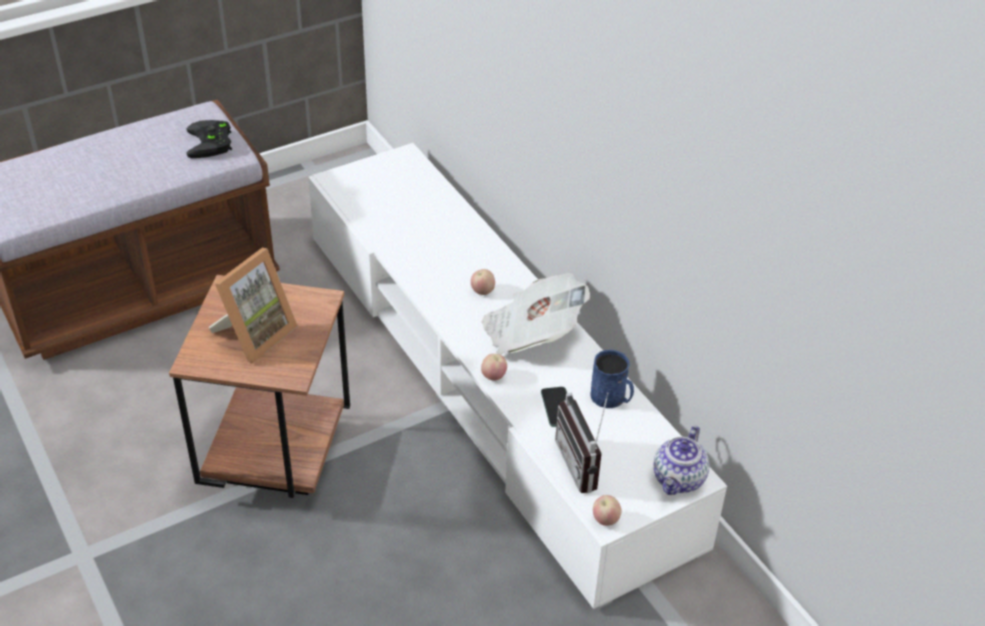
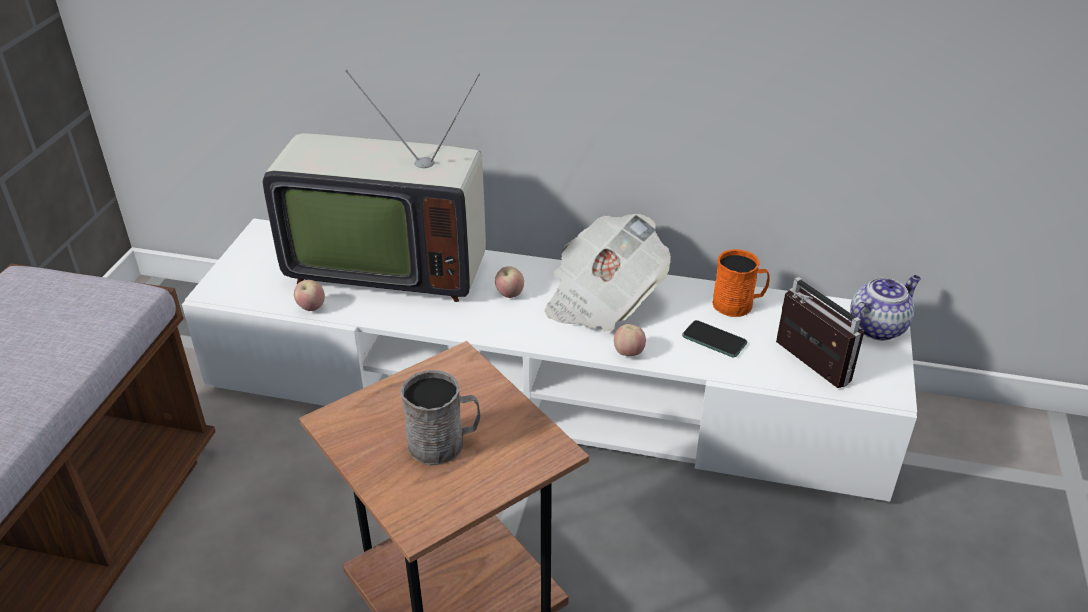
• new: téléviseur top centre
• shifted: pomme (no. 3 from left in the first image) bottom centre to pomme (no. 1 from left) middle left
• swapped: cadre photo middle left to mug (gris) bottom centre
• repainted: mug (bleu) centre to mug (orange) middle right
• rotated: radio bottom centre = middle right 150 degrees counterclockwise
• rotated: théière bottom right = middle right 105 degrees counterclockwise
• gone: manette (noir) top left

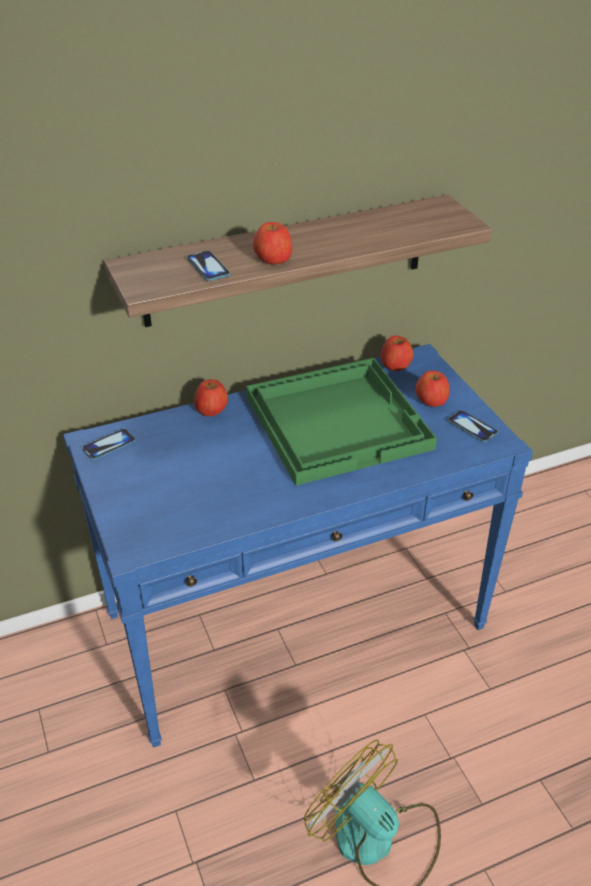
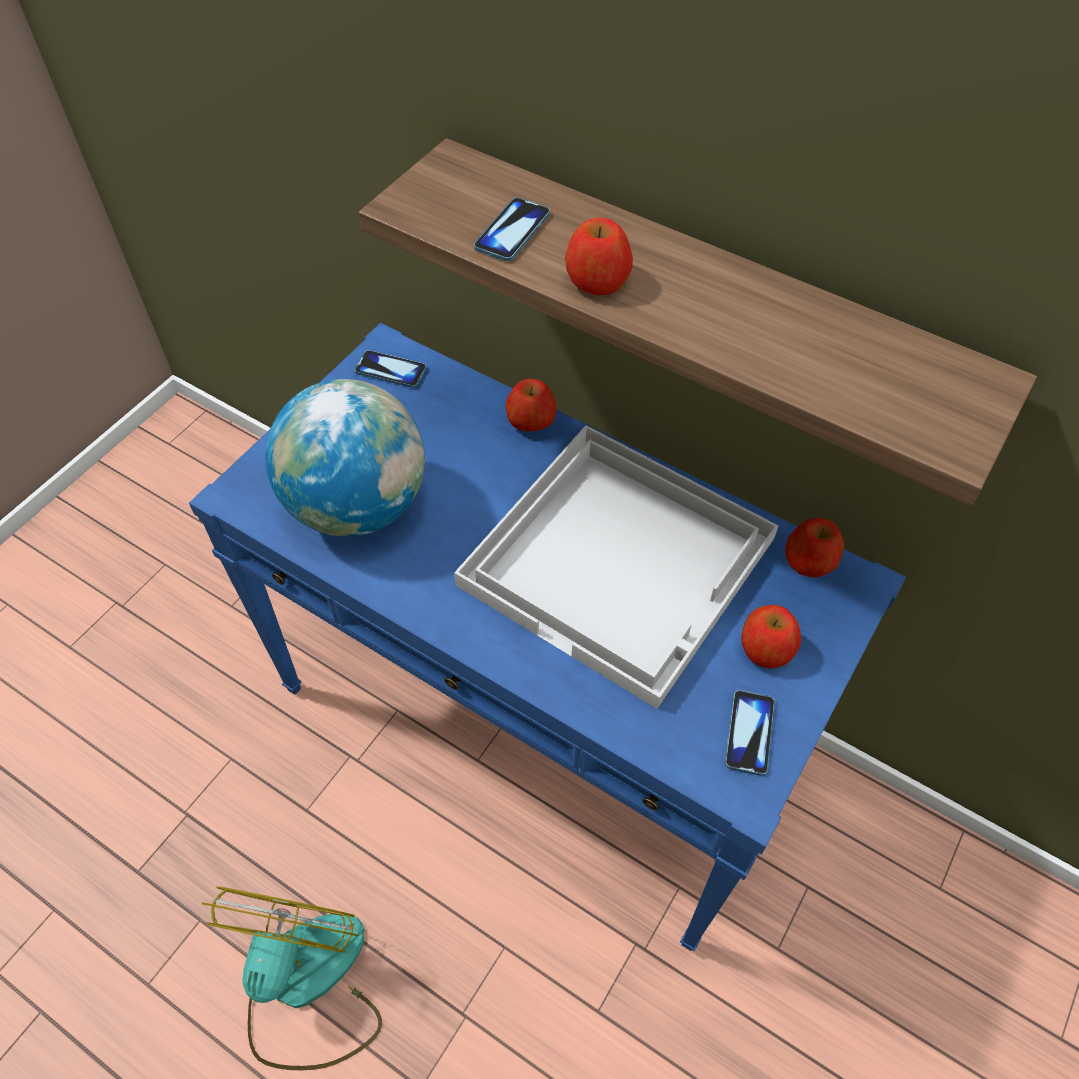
• new: globe middle left
• repainted: plateau (vert) centre to plateau (blanc) centre

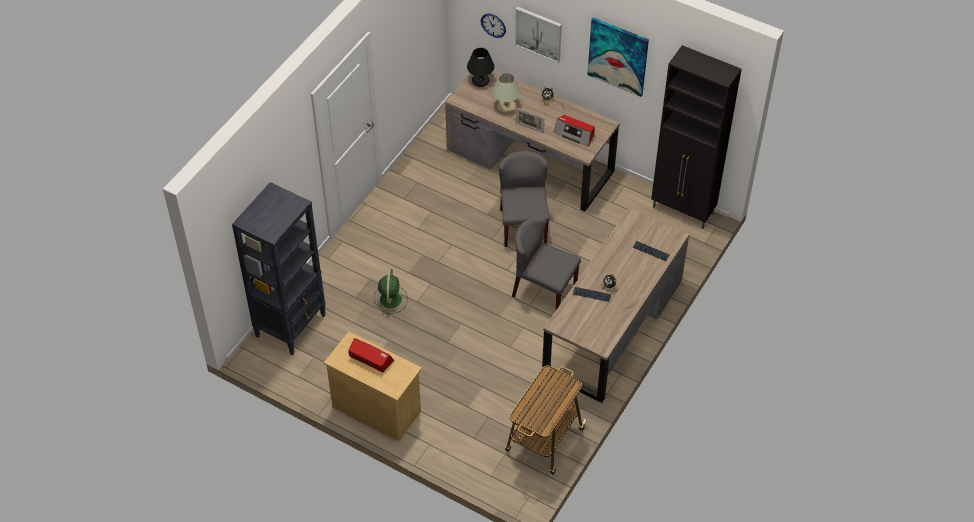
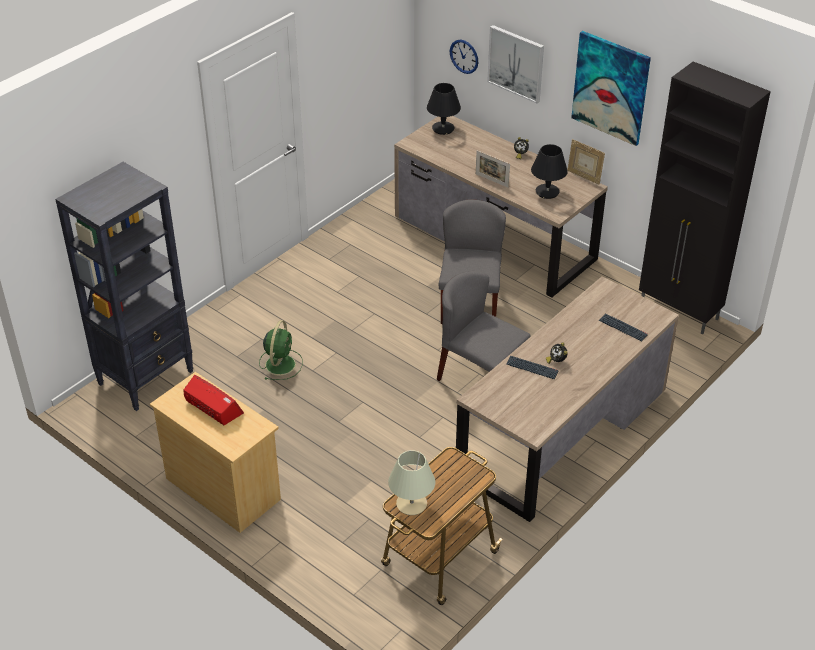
• shifted: lampe de table (beige) top centre to bottom centre
• swapped: radio (no. 2 from left) top centre to lampe de table (noir) (no. 2 from left) top right
• new: cadre photo (no. 2 from left) top right

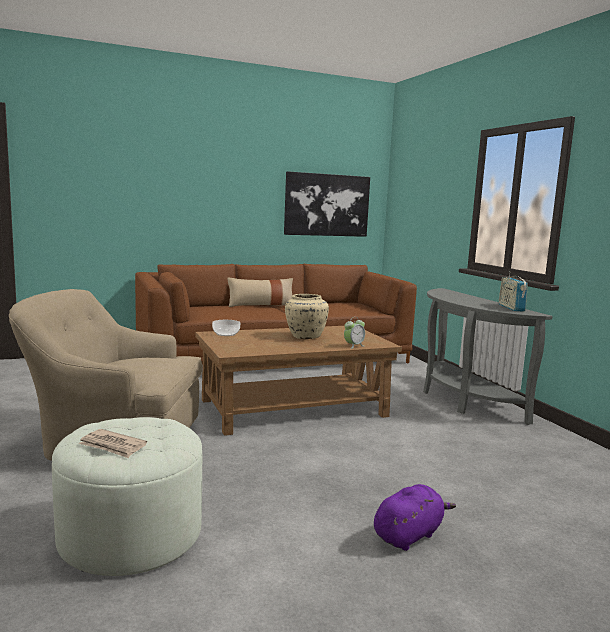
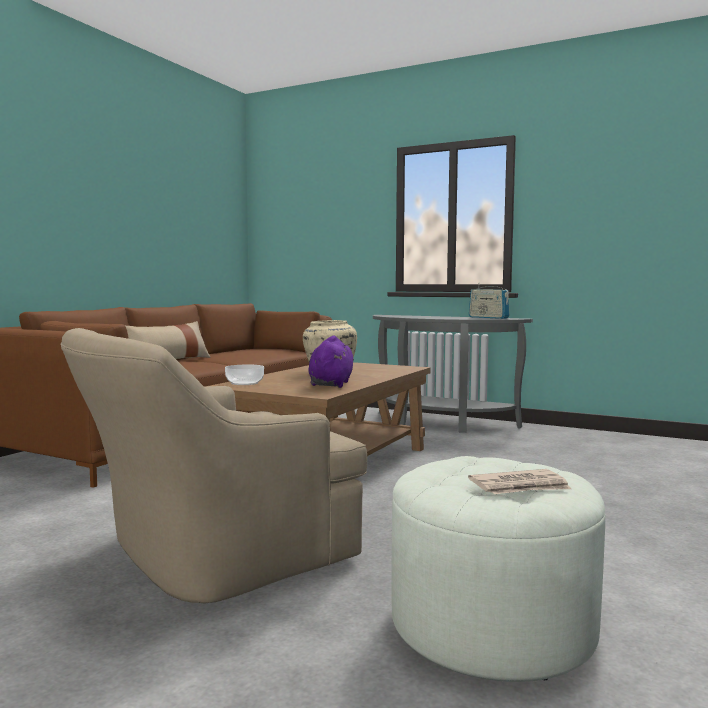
• shifted: peluche (violet) bottom right to centre
• gone: tableau top centre
• gone: réveil centre

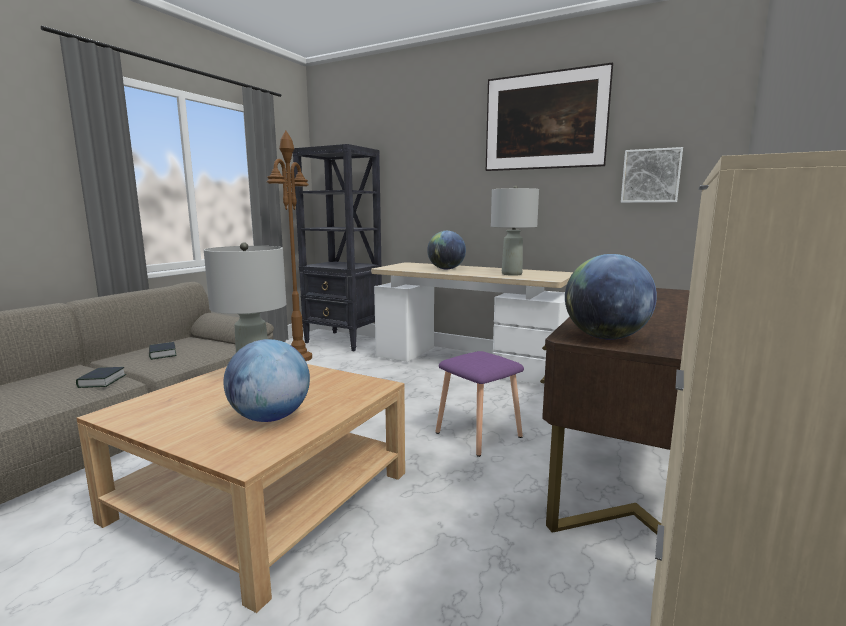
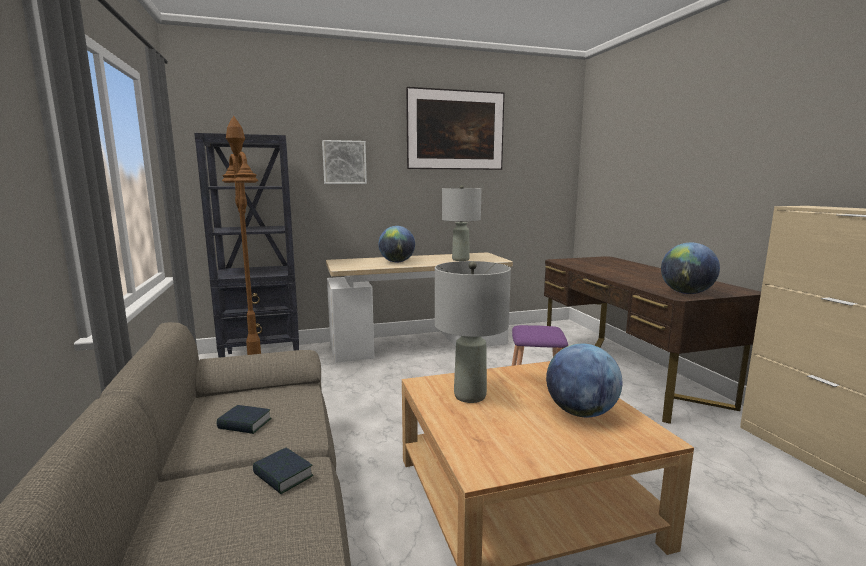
• shifted: tableau (no. 2 from left in the first image) top right to tableau (no. 1 from left) top centre

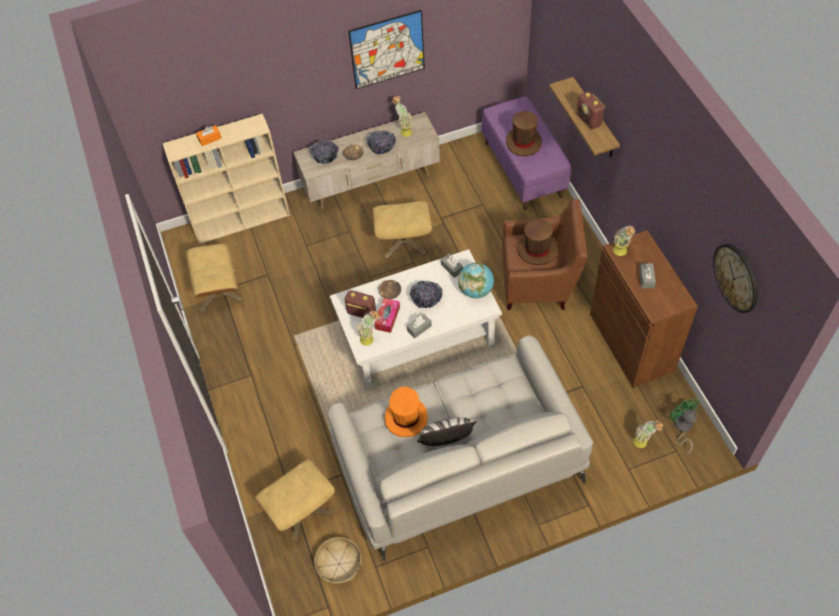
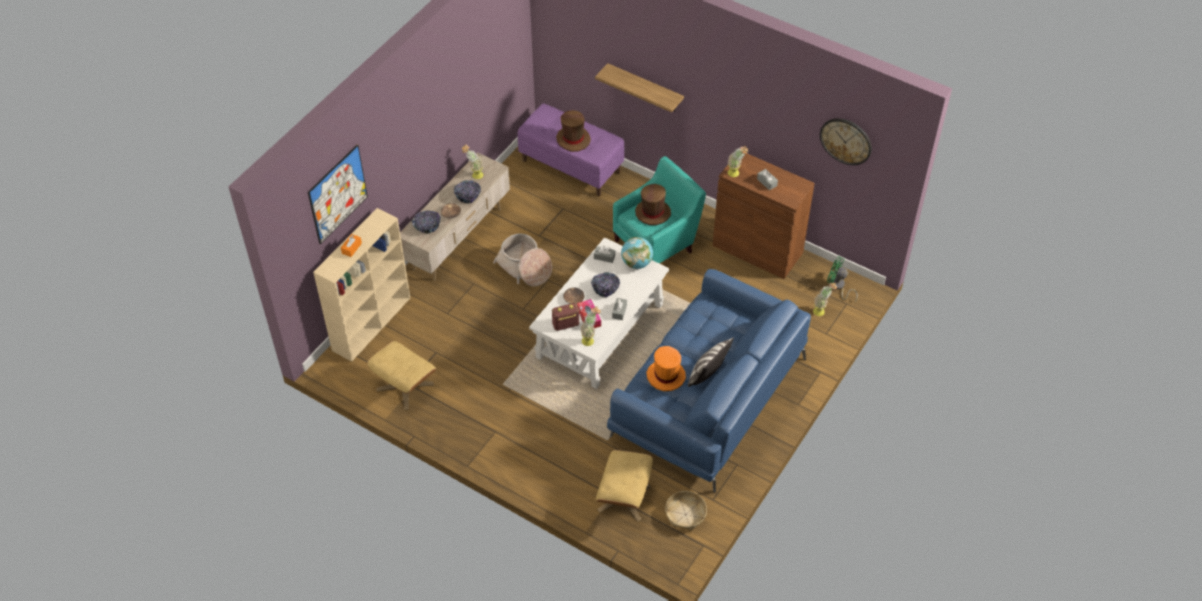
• shifted: tableau top centre to top left
• swapped: pouf (beige) (no. 3 from left) centre to panier (no. 1 from left) centre
• repainted: canapé (gris) bottom centre to canapé (bleu) centre
• repainted: fauteuil (marron) centre to fauteuil (turquoise) centre
• gone: radio (no. 2 from left) top right

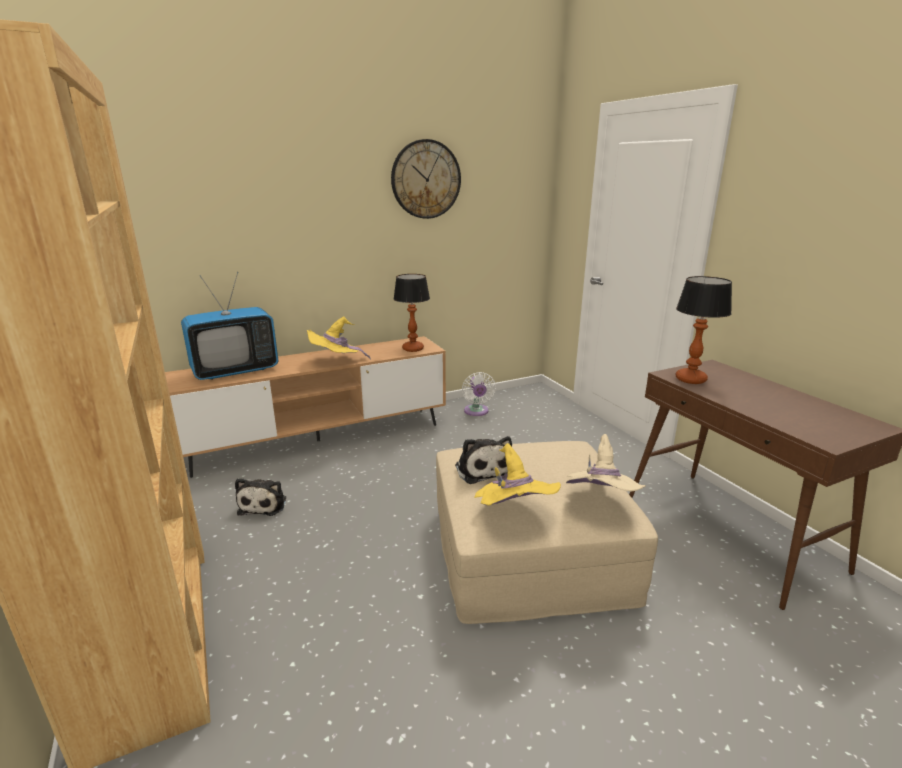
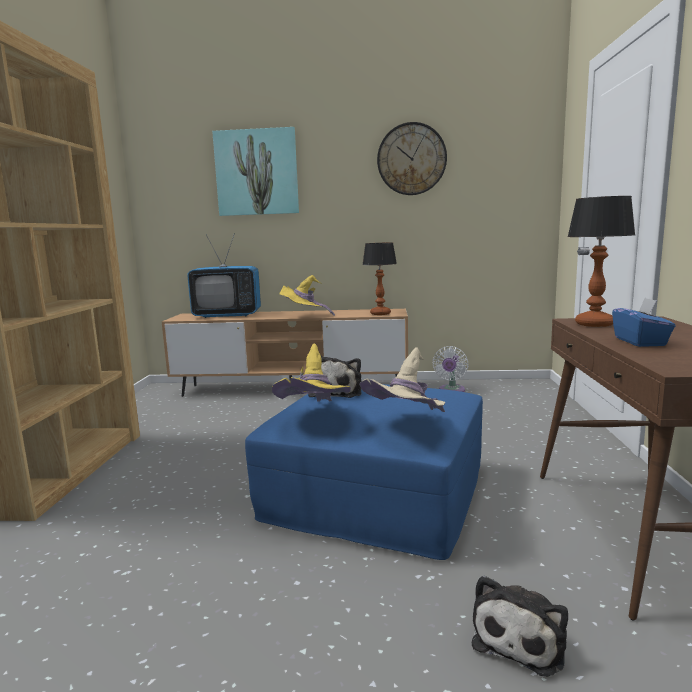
• new: tableau top centre
• repainted: pouf (beige) bottom centre to pouf (bleu) bottom centre
• shifted: peluche (no. 1 from left in the first image) middle left to peluche (no. 2 from left) bottom right
• new: boîte à mouchoirs (bleu) middle right

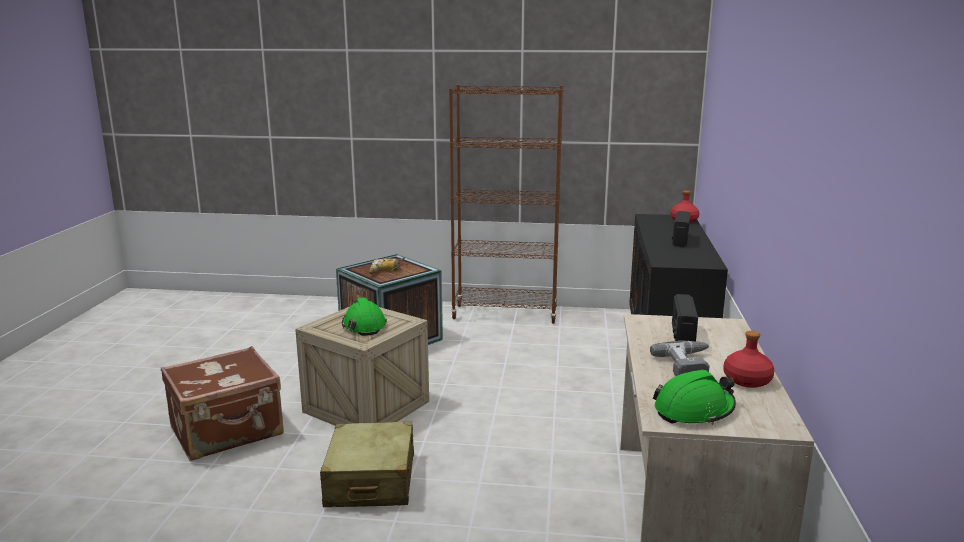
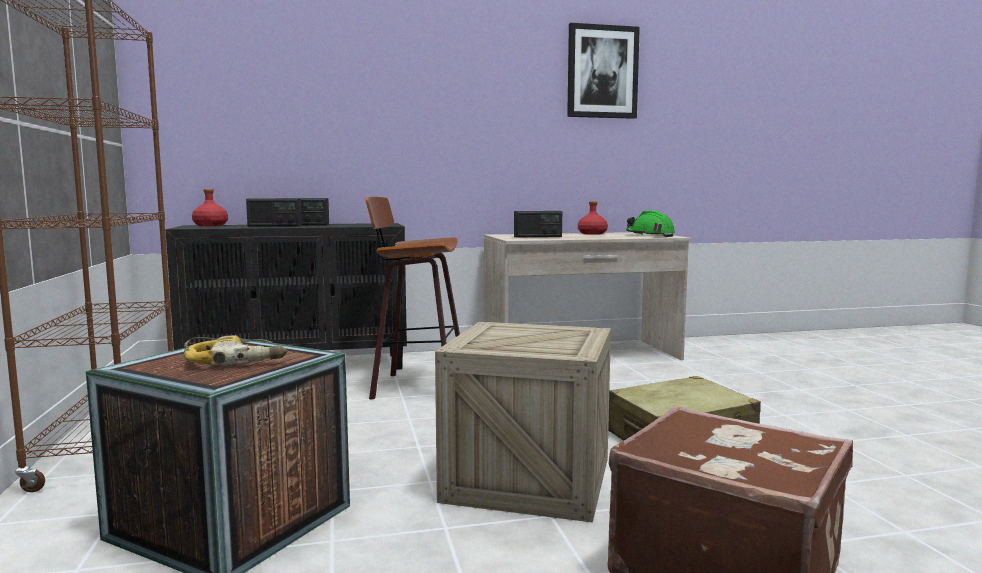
• new: radio (no. 1 from left) middle left
• new: tabouret centre
• new: tableau top centre
• gone: casque de chantier (vert) (no. 1 from left) centre
• gone: perceuse (no. 2 from left) middle right

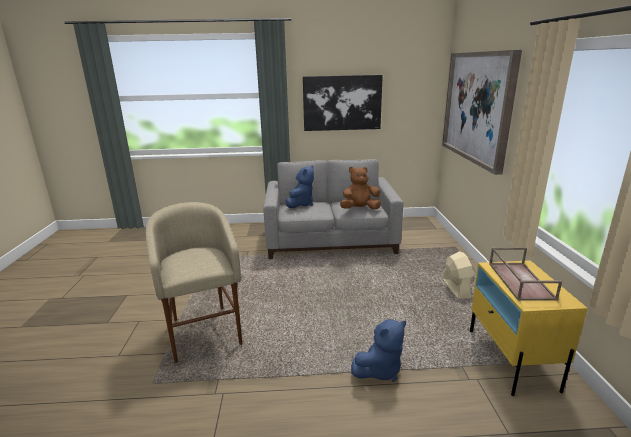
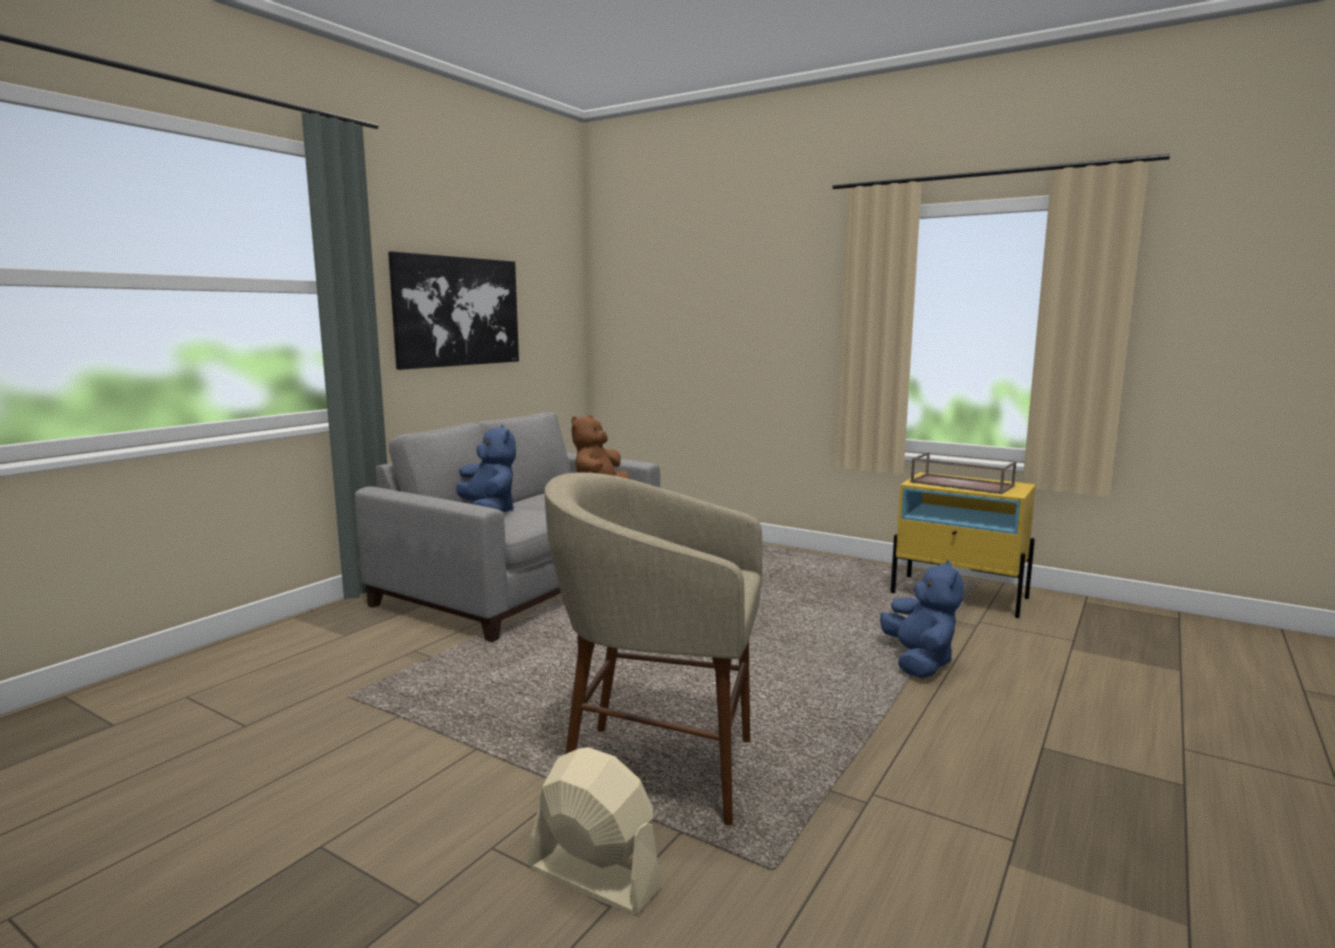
• shifted: ventilateur (beige) middle right to bottom centre
• gone: tableau (no. 2 from left) top right

